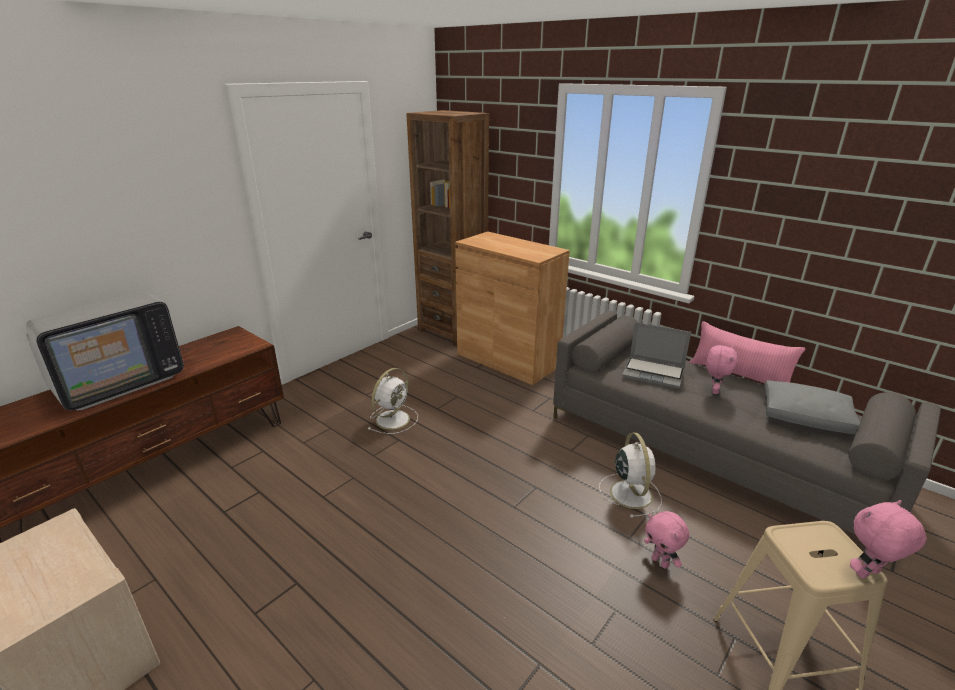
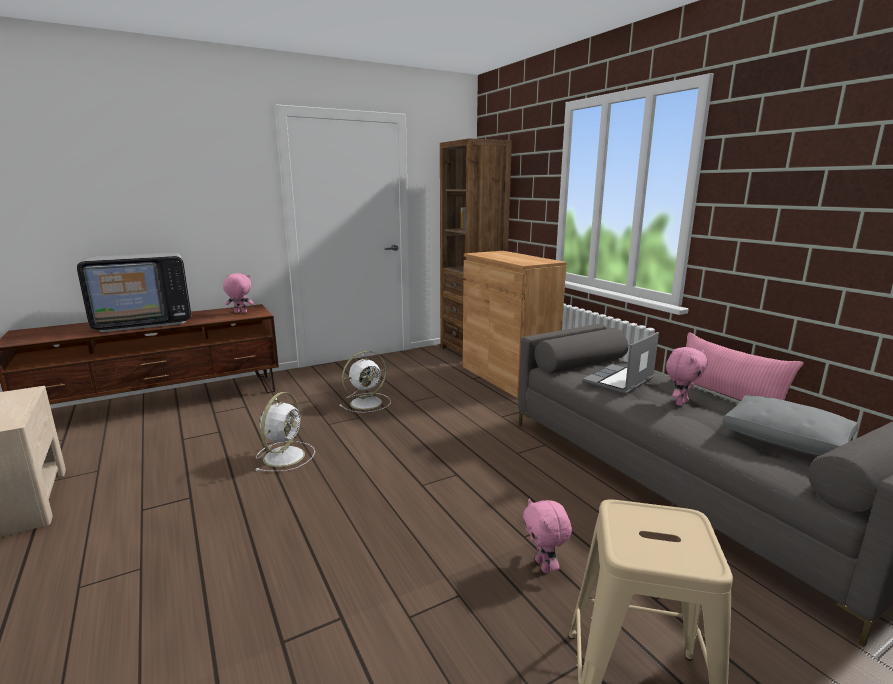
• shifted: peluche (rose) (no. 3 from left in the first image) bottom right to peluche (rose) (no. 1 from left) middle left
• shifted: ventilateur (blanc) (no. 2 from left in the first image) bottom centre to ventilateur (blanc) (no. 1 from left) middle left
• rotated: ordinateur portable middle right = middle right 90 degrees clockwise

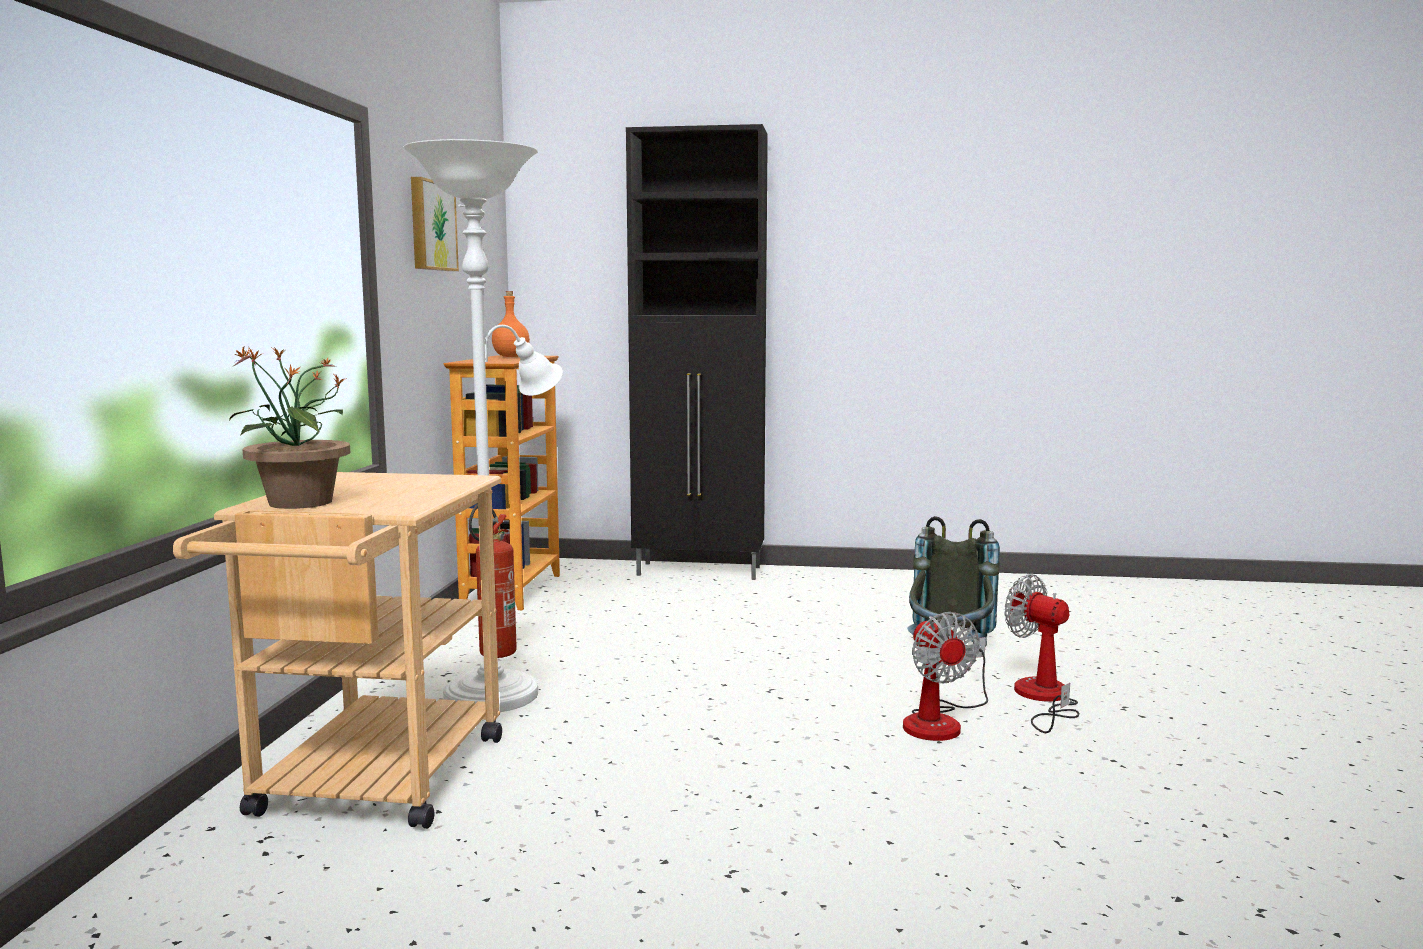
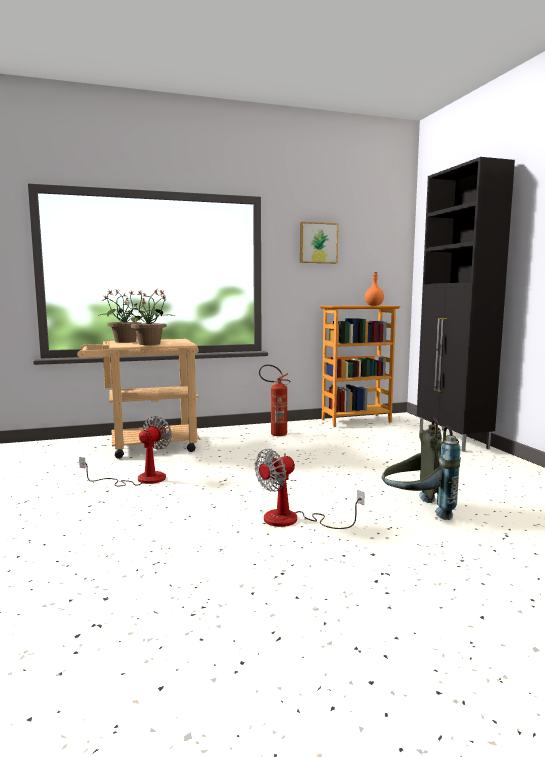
• shifted: ventilateur (no. 2 from left in the first image) bottom right to ventilateur (no. 1 from left) middle left
• new: plante en pot (no. 2 from left) middle left
• gone: lampadaire (blanc) centre

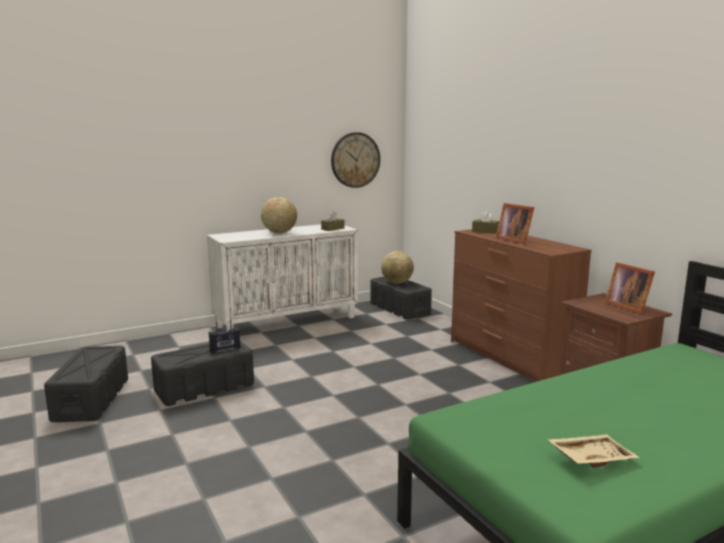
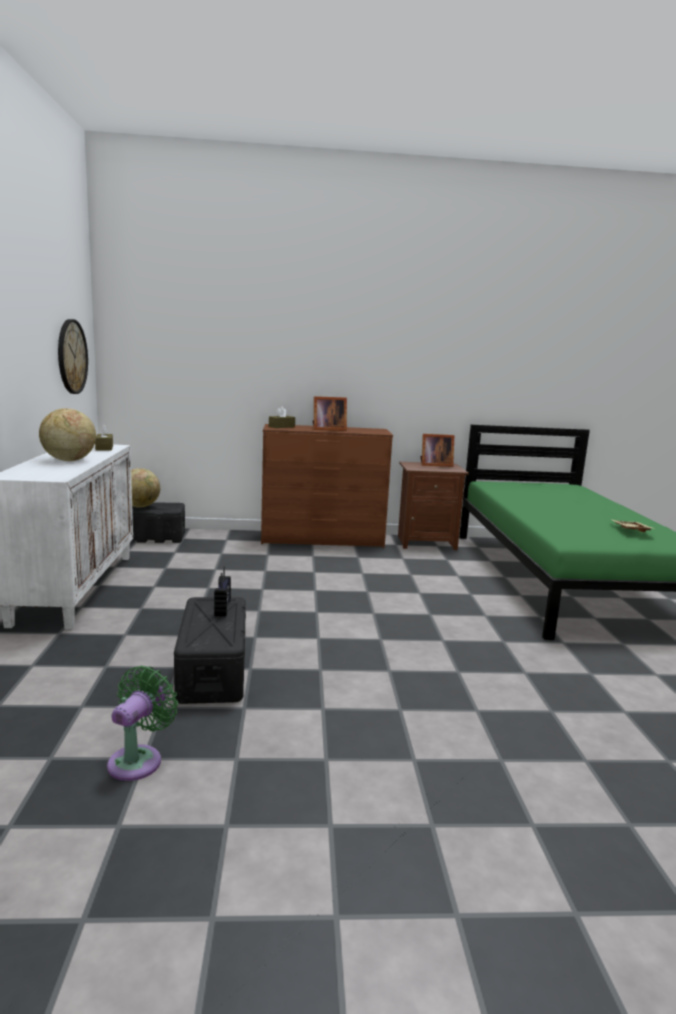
• swapped: boîte de rangement (noir) (no. 1 from left) bottom left to ventilateur (vert) bottom left

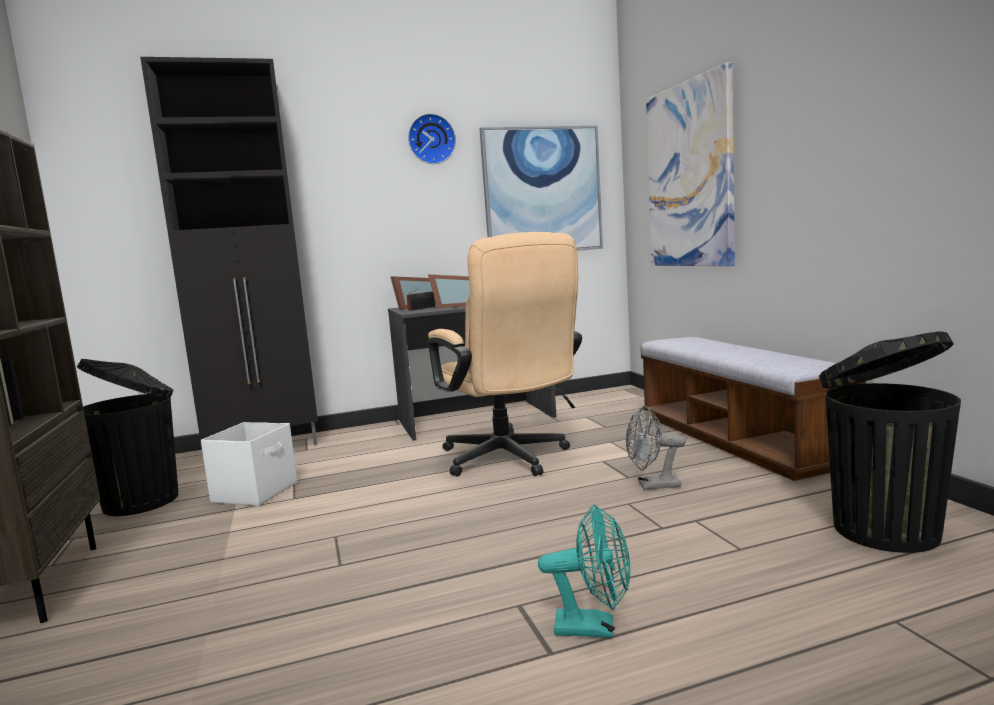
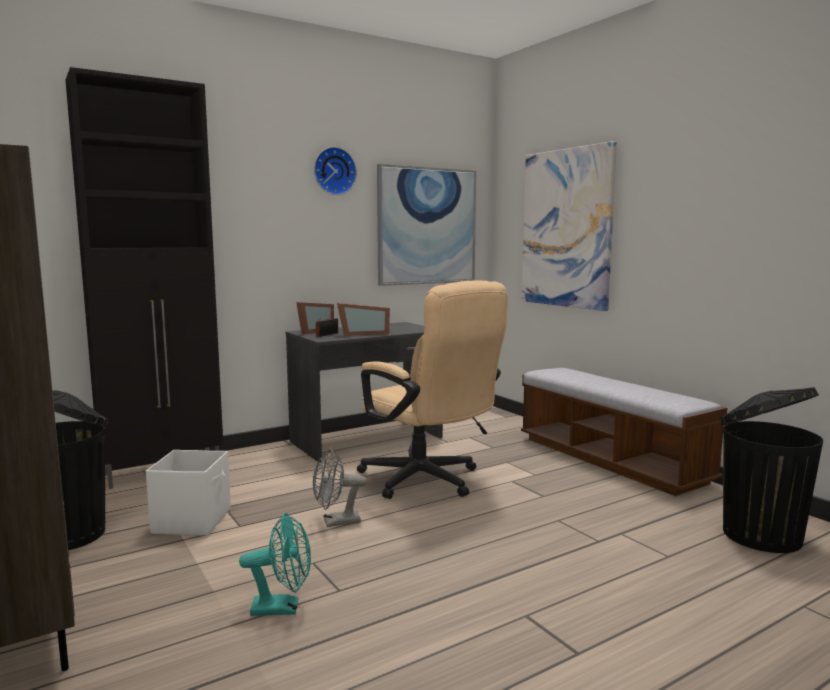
• shifted: ventilateur (turquoise) bottom centre to bottom left
• shifted: ventilateur (gris) centre to bottom centre

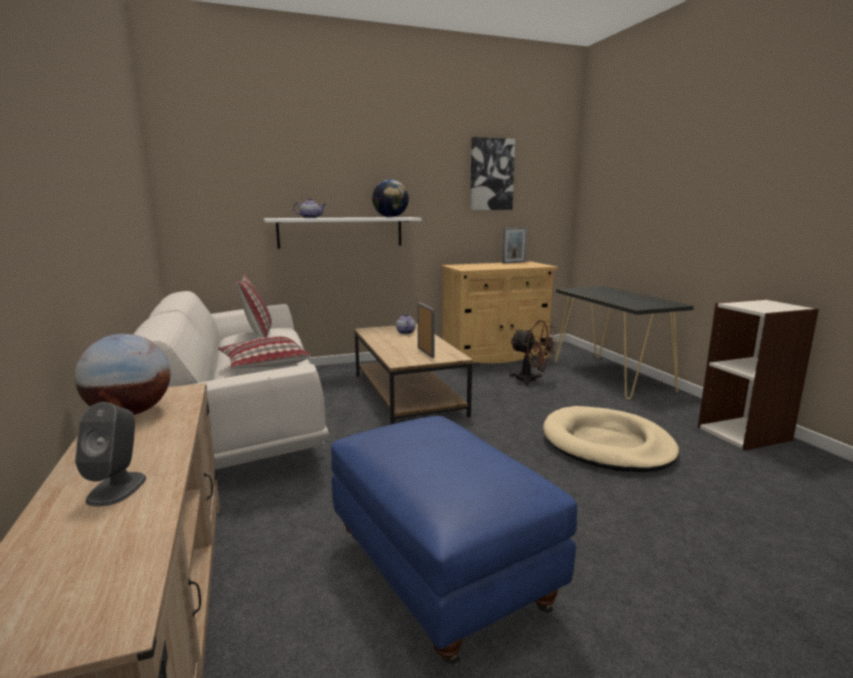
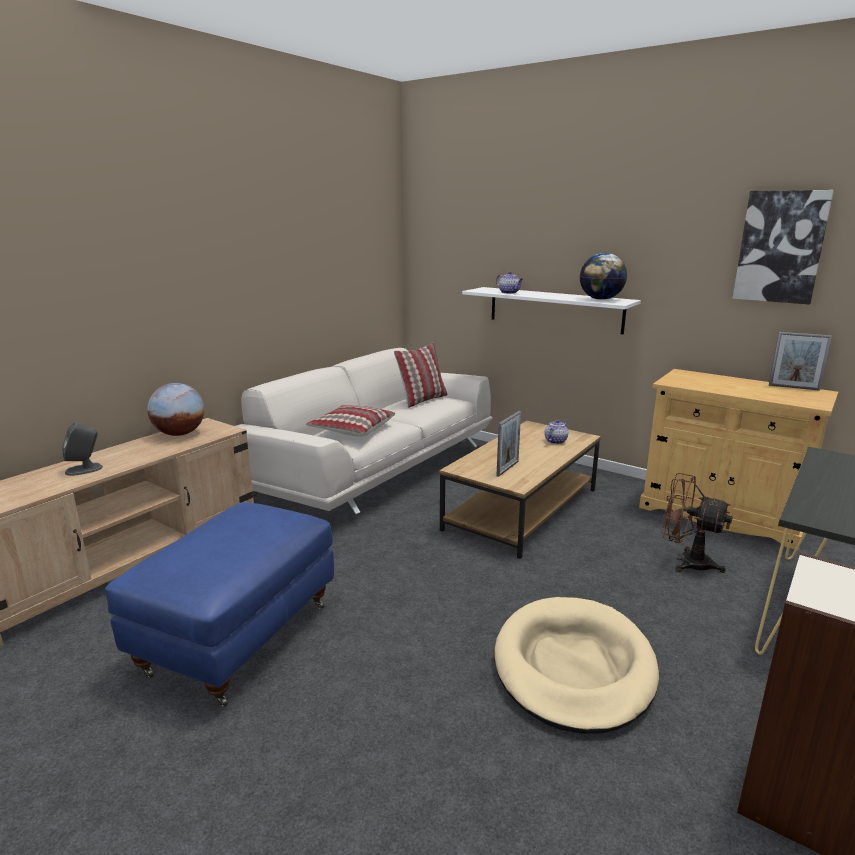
• rotated: ventilateur (marron) centre = middle right 120 degrees clockwise

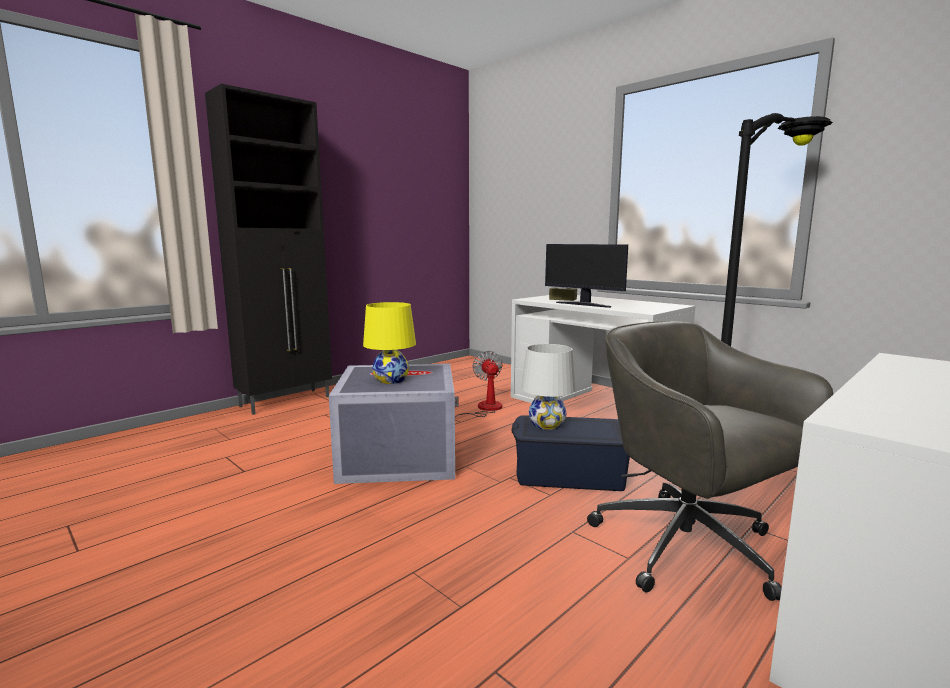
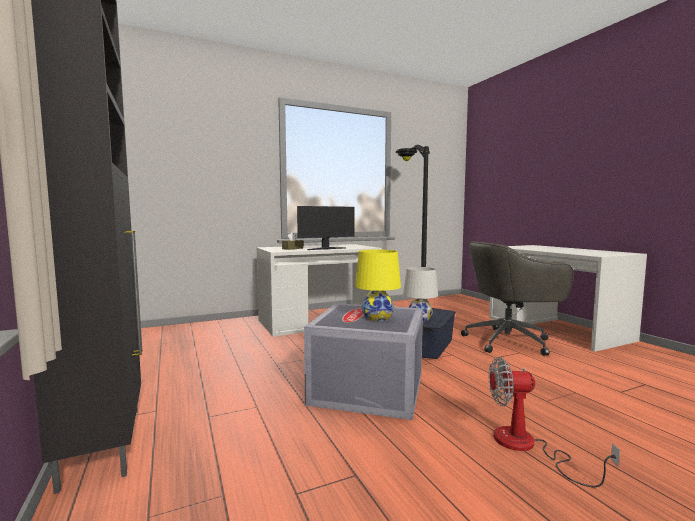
• shifted: ventilateur centre to bottom right

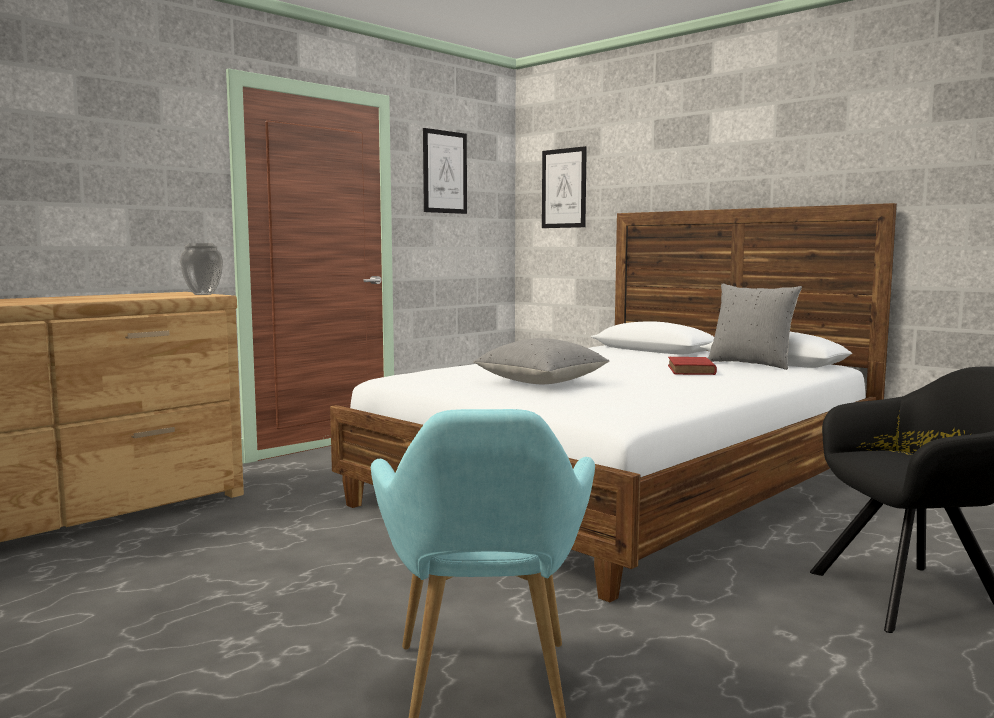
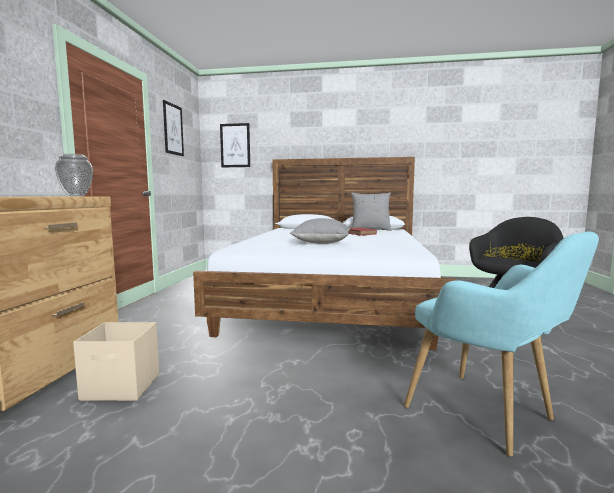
• new: boîte de rangement (beige) bottom left

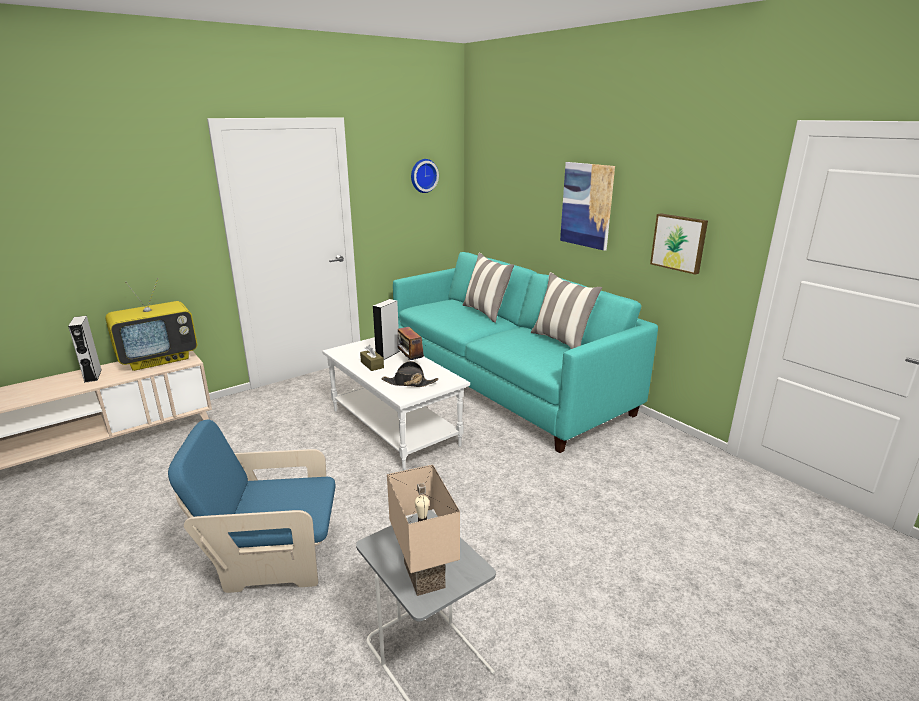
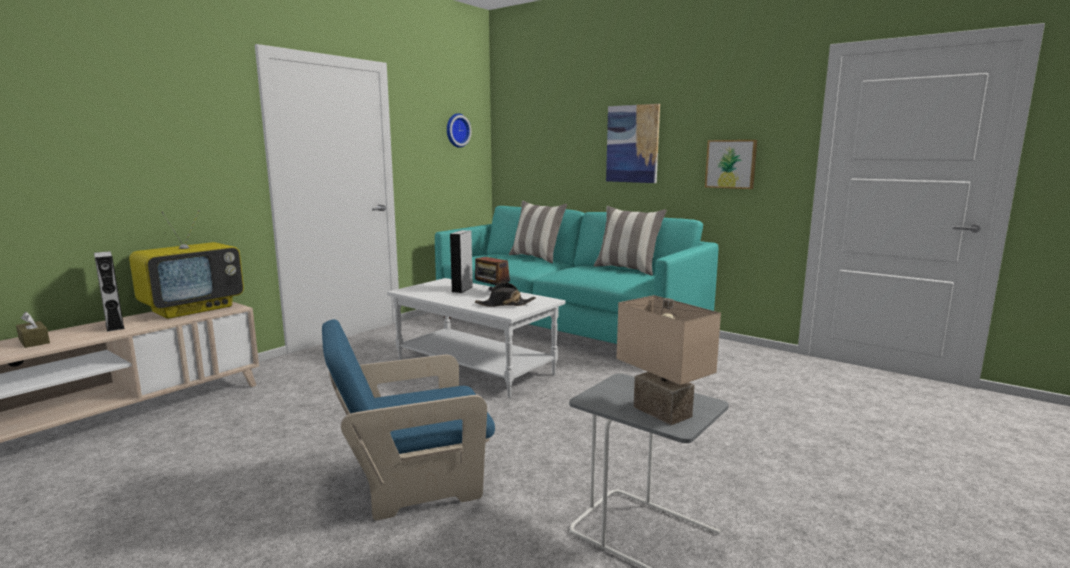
• shifted: boîte à mouchoirs (marron) centre to middle left

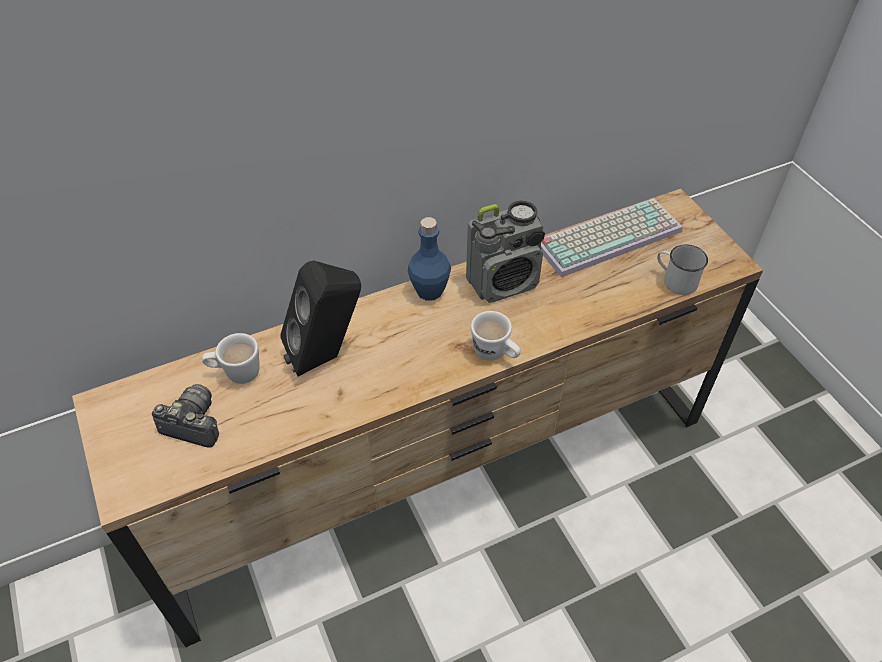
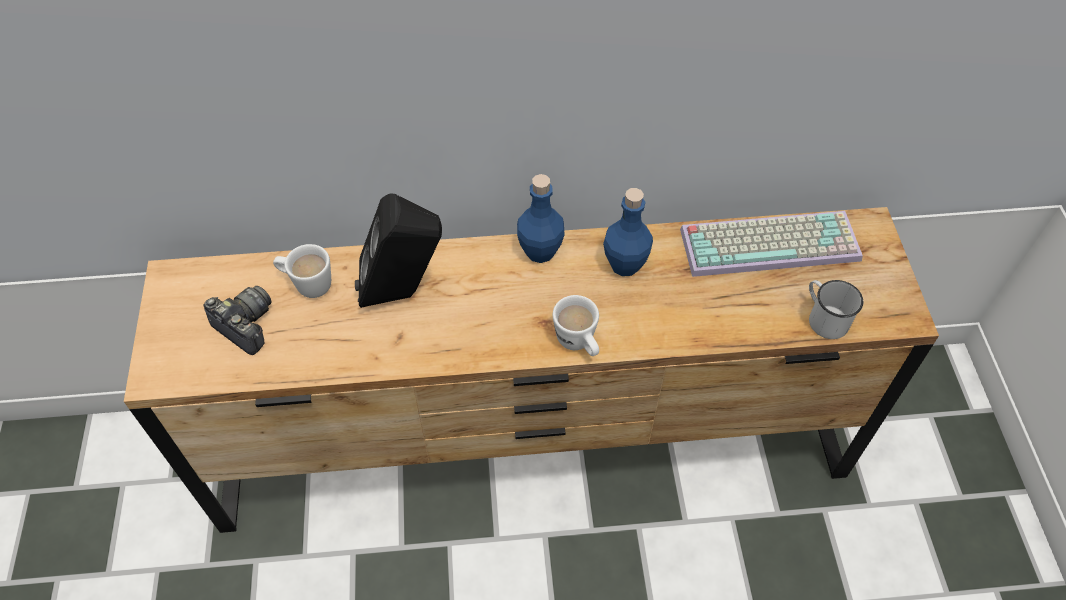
• swapped: radio centre to bouteille (bleu) (no. 2 from left) centre

